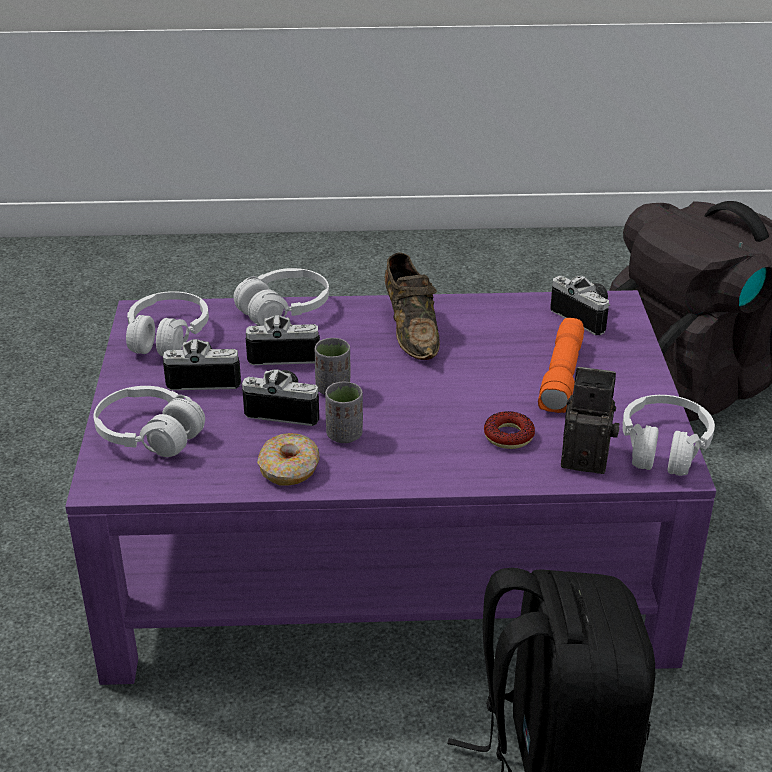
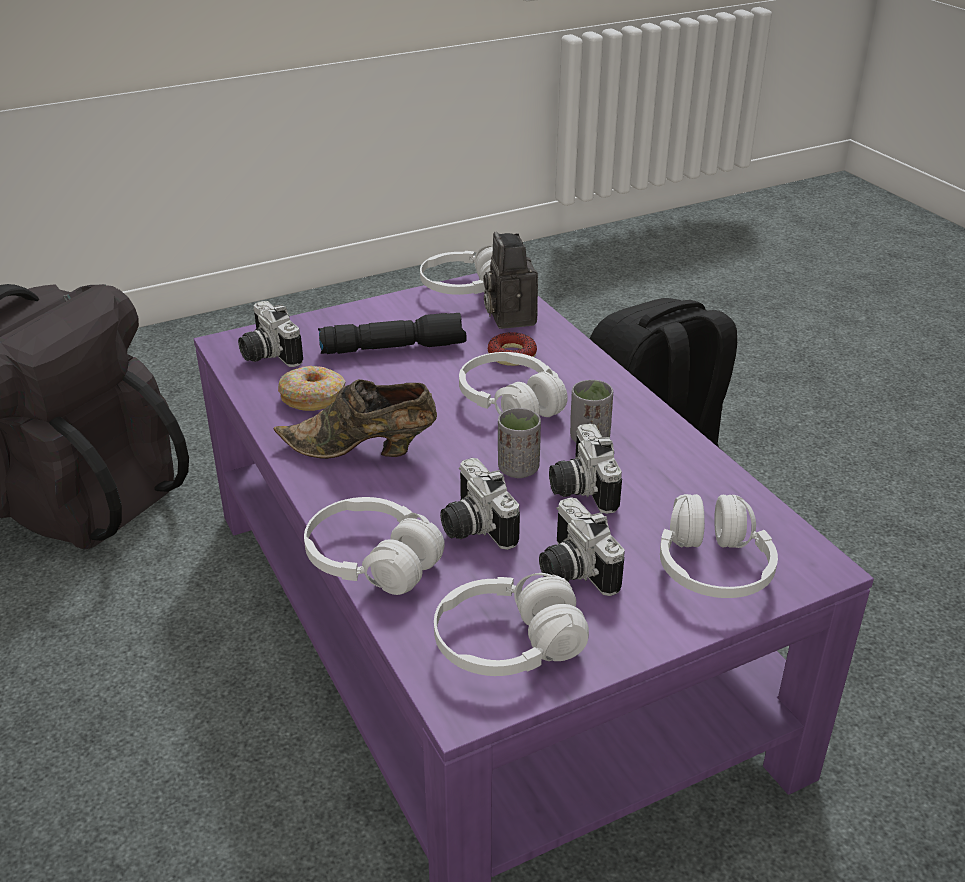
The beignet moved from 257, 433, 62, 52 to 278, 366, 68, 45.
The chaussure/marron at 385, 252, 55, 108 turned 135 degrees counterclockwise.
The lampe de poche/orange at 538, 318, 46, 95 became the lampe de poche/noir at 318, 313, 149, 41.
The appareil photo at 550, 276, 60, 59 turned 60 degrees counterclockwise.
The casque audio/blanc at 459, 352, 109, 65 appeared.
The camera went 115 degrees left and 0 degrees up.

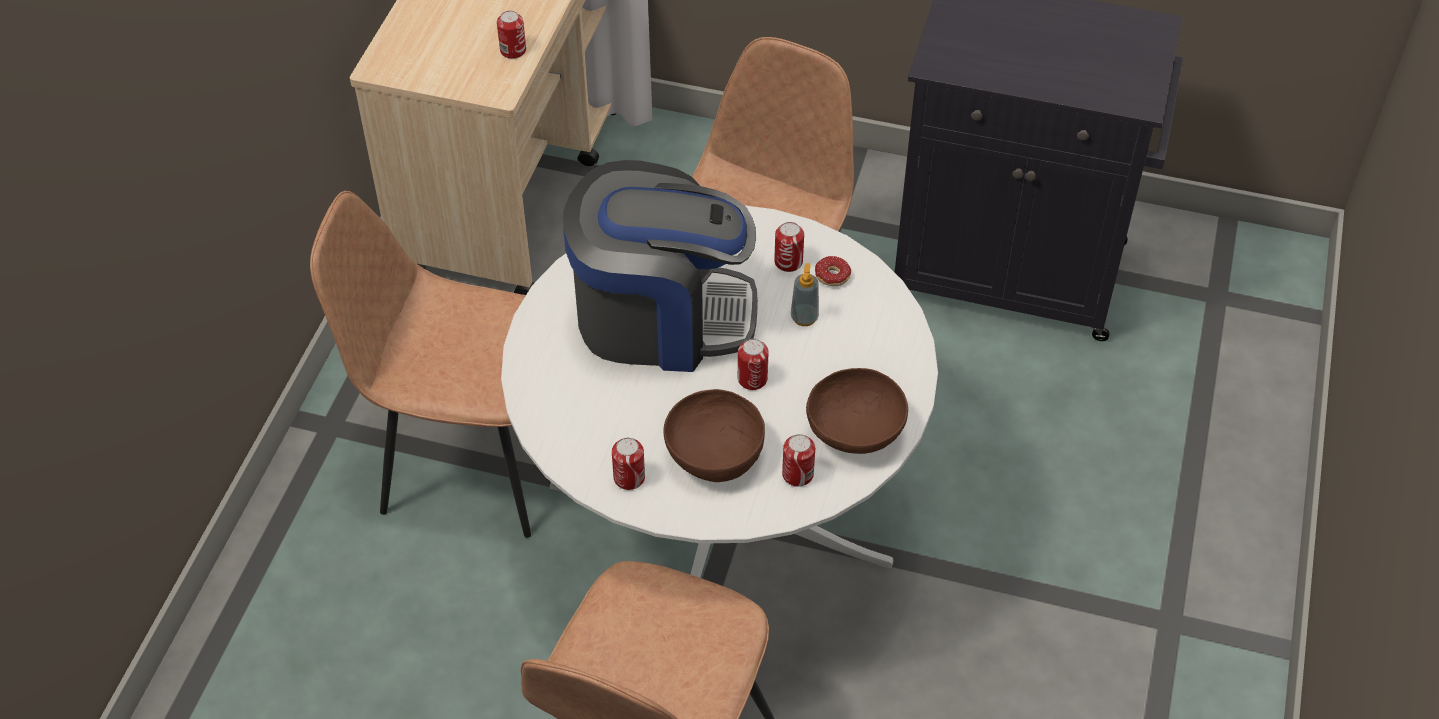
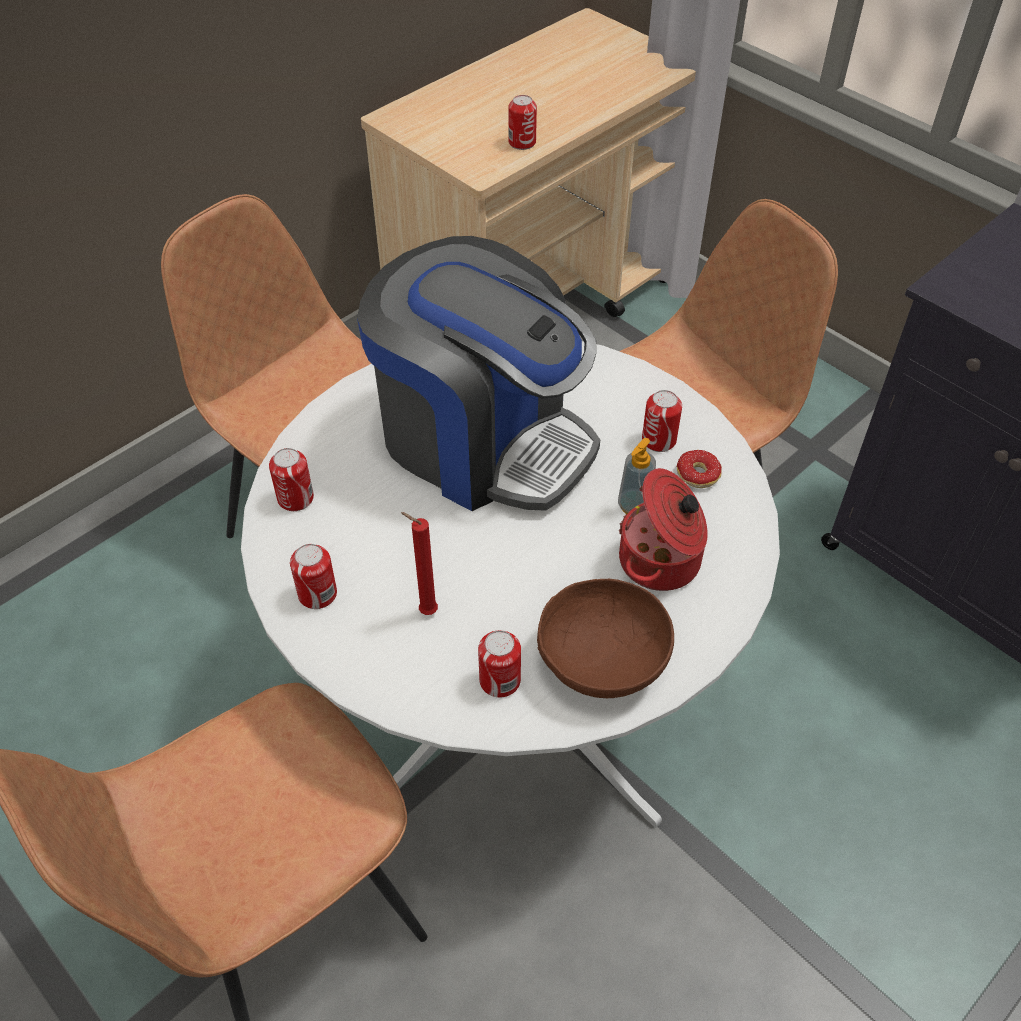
The bol/marron at 664, 389, 101, 93 was replaced by the bougie/rouge at 401, 512, 37, 103.
The boîte métallique moved from 738, 339, 31, 51 to 269, 448, 45, 63.
The marmite at 619, 468, 89, 123 appeared.
The camera went 30 degrees right and 0 degrees up.

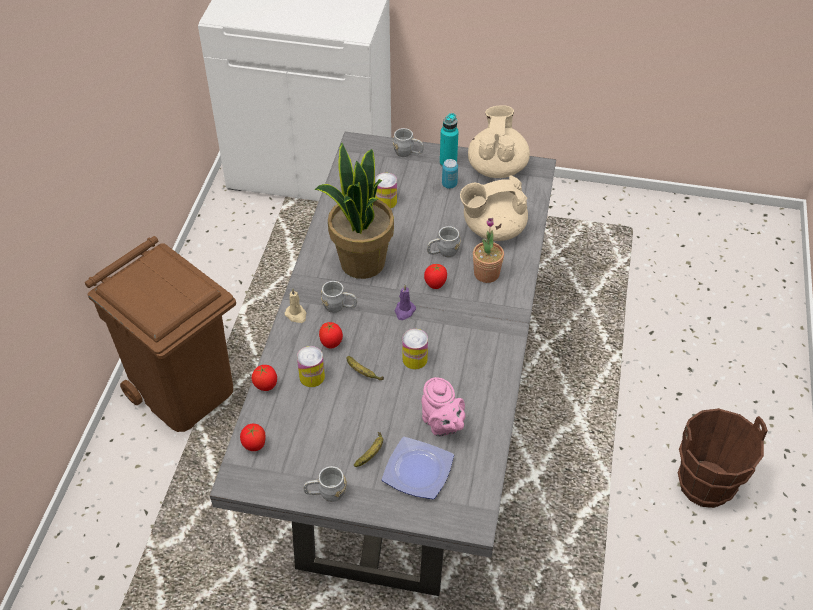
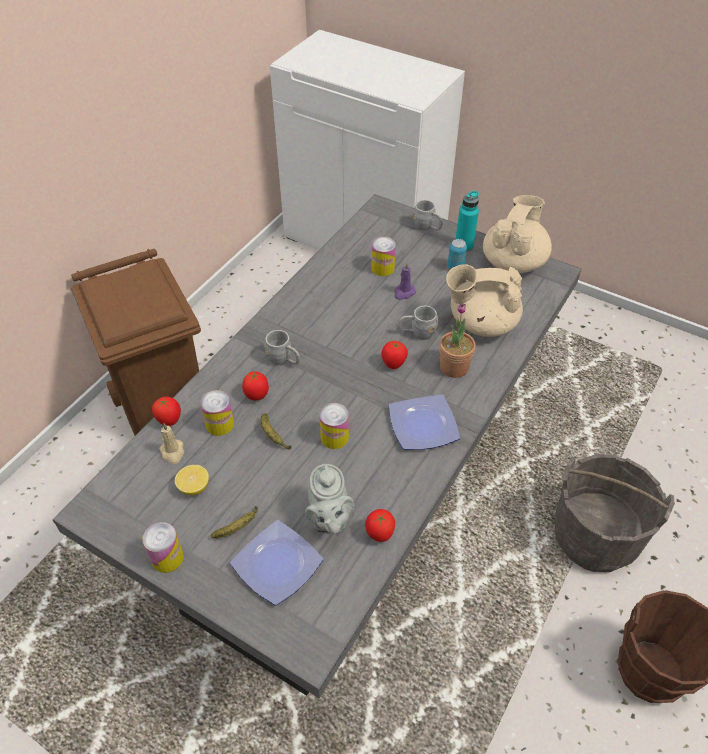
The tomate moved from 240, 424, 26, 27 to 365, 509, 30, 33.
The bougie/beige moved from 285, 288, 22, 35 to 159, 423, 25, 41.
The mug/gris at 303, 466, 44, 36 was replaced by the boîte métallique at 143, 522, 41, 51.
The plante en pot at 315, 143, 79, 136 disappeared.
The bougie/violet moved from 394, 285, 22, 35 to 394, 262, 22, 38.
The théière/rose at 422, 377, 43, 60 became the théière/gris at 305, 464, 49, 70.
The citron at 175, 465, 34, 30 appeared.
The assiette at 389, 394, 71, 56 appeared.
The seau/gris at 554, 454, 121, 118 appeared.
The camera went 20 degrees right and 0 degrees up.

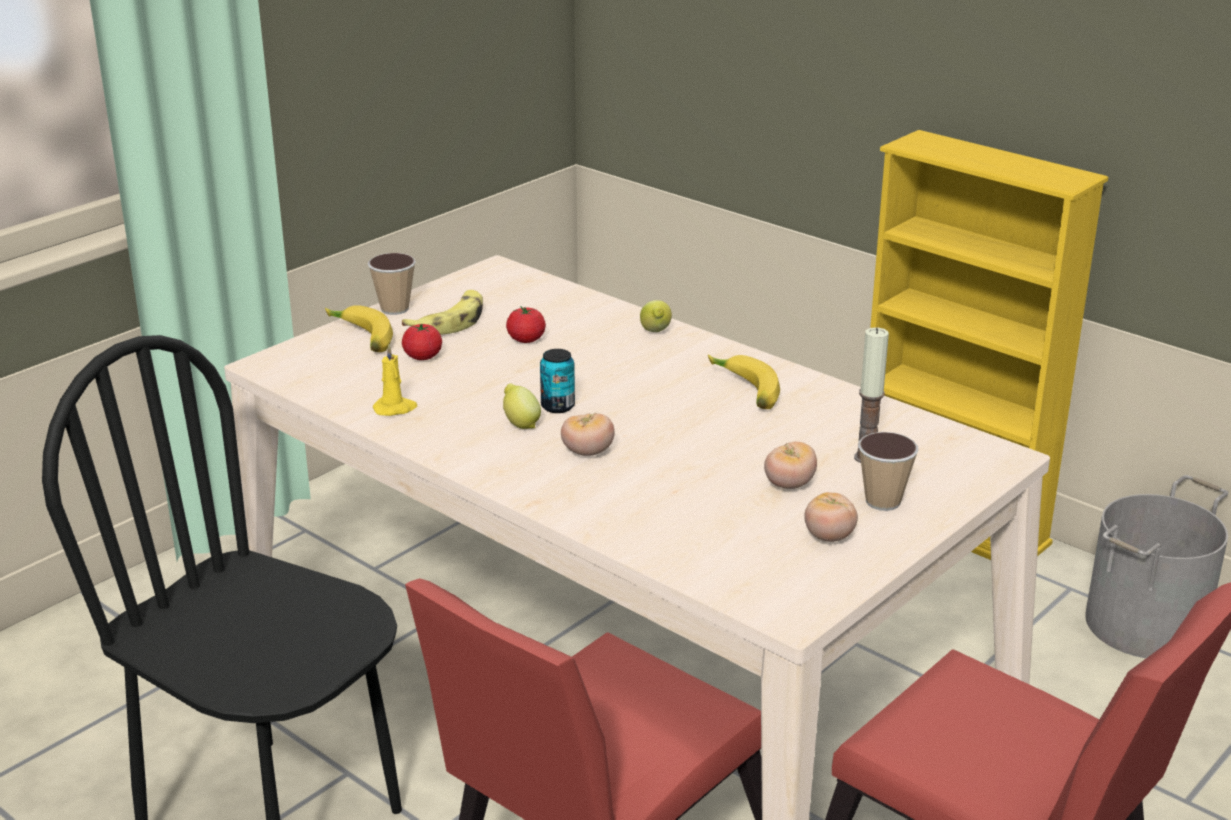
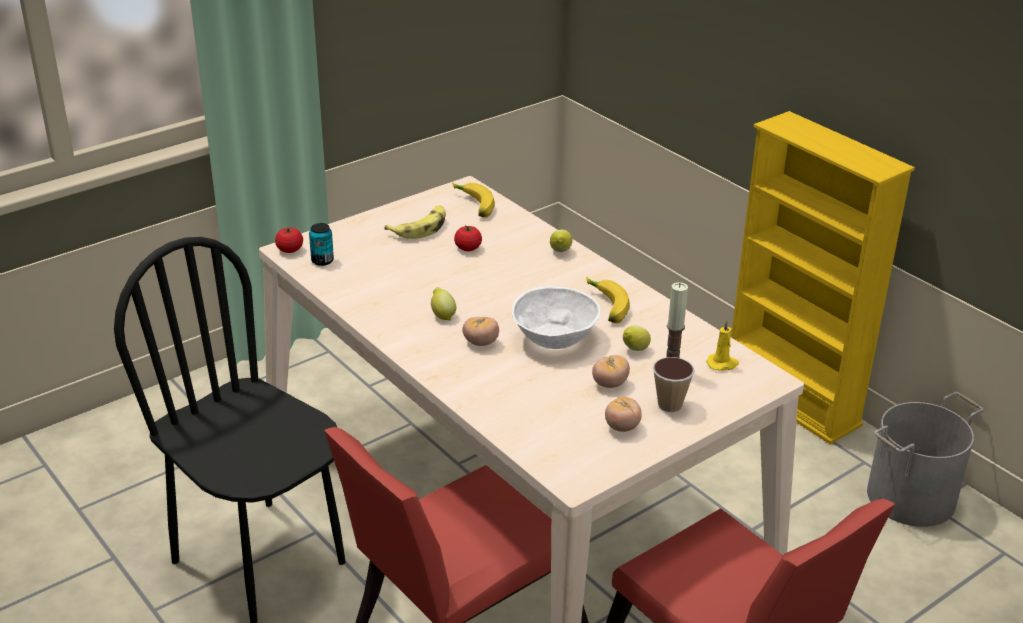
The banane moved from 325, 305, 68, 47 to 452, 182, 43, 36.
The tasse at 368, 253, 48, 62 disappeared.
The bougie/jaune moved from 373, 344, 44, 72 to 706, 320, 33, 51.
The tomate moved from 402, 323, 40, 37 to 275, 227, 28, 26.
The boîte métallique moved from 540, 349, 35, 64 to 309, 223, 25, 43.
The bol/blanc at 512, 286, 88, 63 appeared.
The citron at 623, 325, 28, 26 appeared.
The camera went 10 degrees right and 5 degrees up.

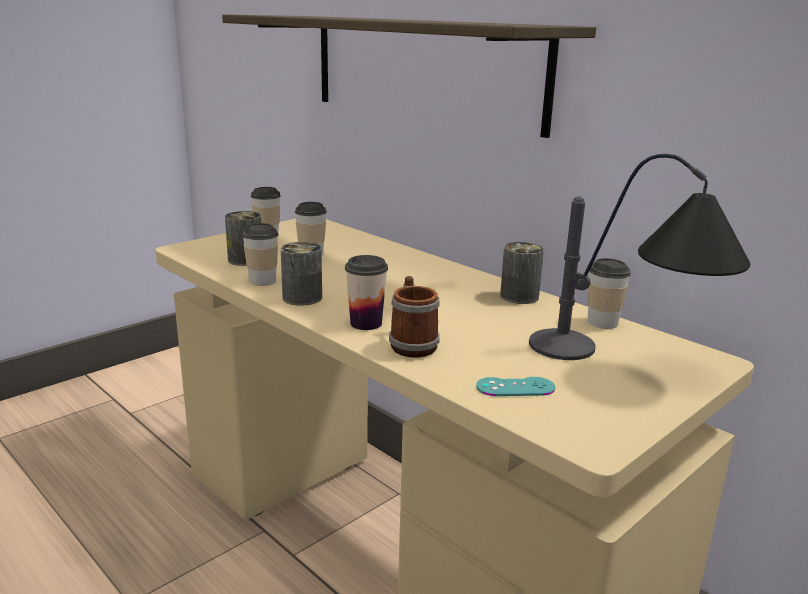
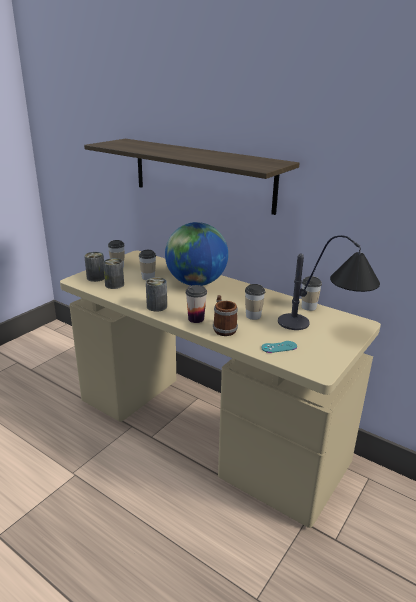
The tasse moved from 242, 223, 37, 63 to 245, 284, 20, 36.
The boîte métallique moved from 500, 242, 44, 62 to 84, 252, 20, 30.
The globe at 165, 222, 63, 64 appeared.
The camera went 10 degrees left and 5 degrees up.

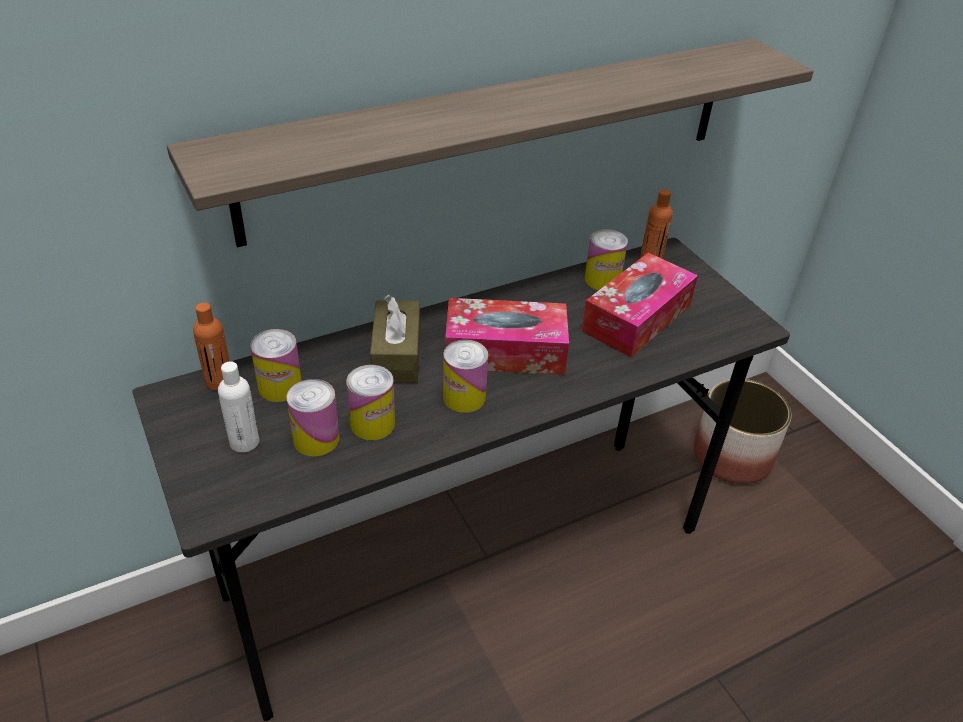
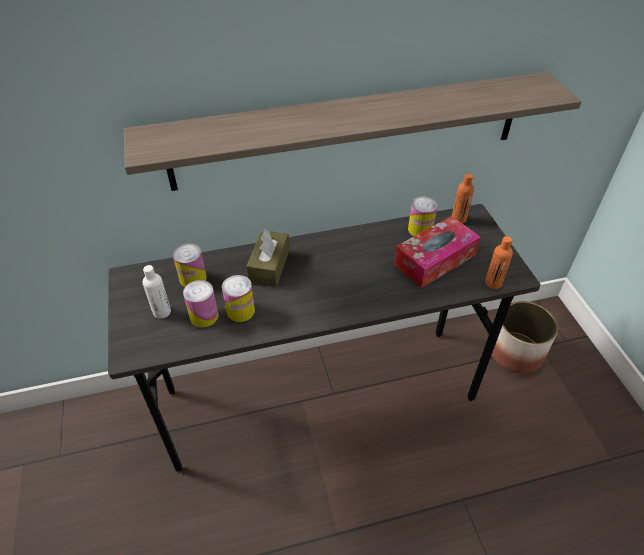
The bouteille/orange moved from 193, 303, 37, 88 to 485, 236, 28, 53.
The boîte métallique at 443, 340, 45, 73 disappeared.
The boîte à mouchoirs at 445, 298, 124, 77 disappeared.
The camera went 15 degrees right and 5 degrees up.

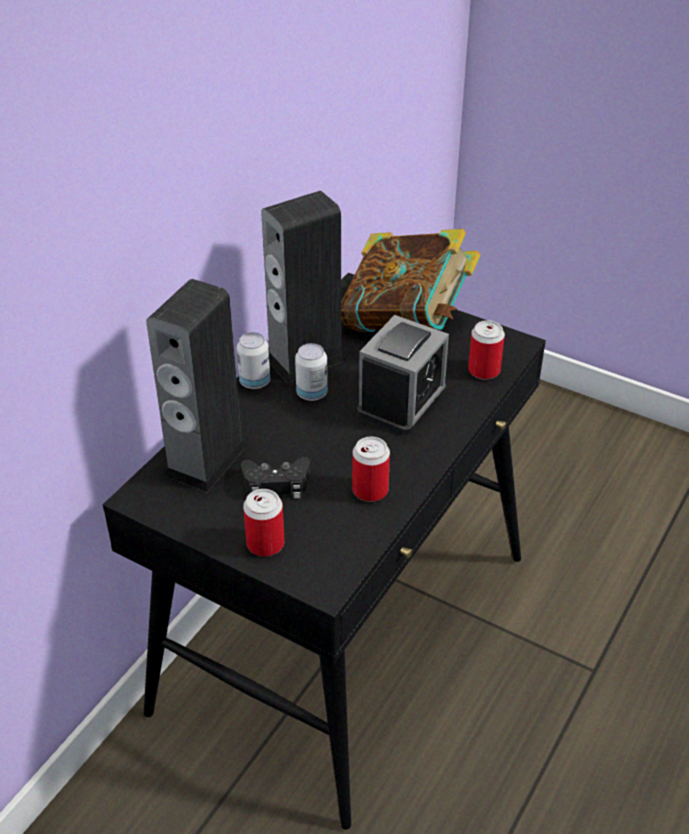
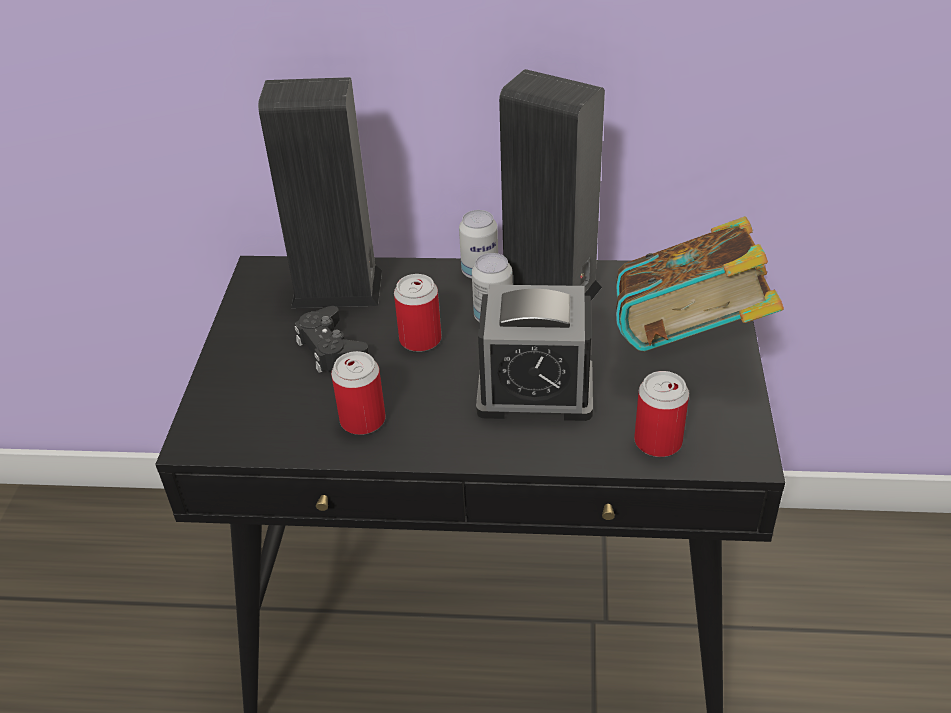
The boîte métallique moved from 243, 489, 42, 68 to 394, 274, 47, 78.
The camera went 65 degrees right and 0 degrees up.

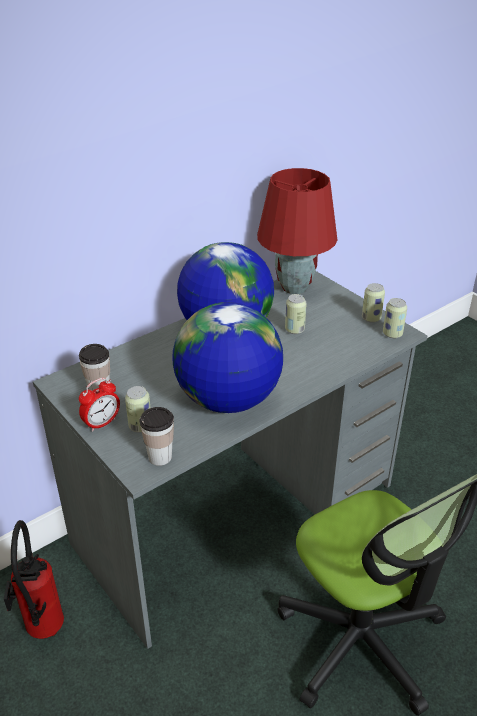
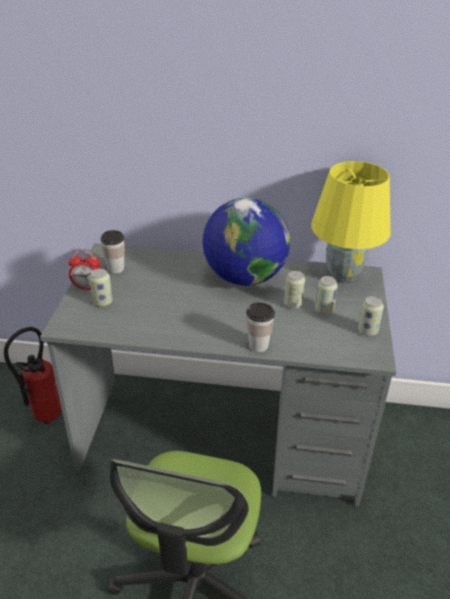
The tasse moved from 139, 407, 35, 59 to 246, 302, 29, 50.
The globe at 172, 302, 111, 111 disappeared.
The lampe de table/rouge at 257, 168, 80, 126 became the lampe de table/jaune at 311, 161, 80, 122.
The boîte métallique moved from 383, 298, 24, 40 to 315, 276, 23, 38.
The camera went 45 degrees right and 0 degrees up.

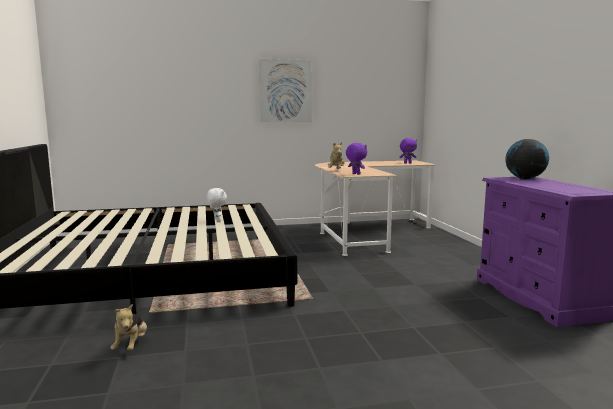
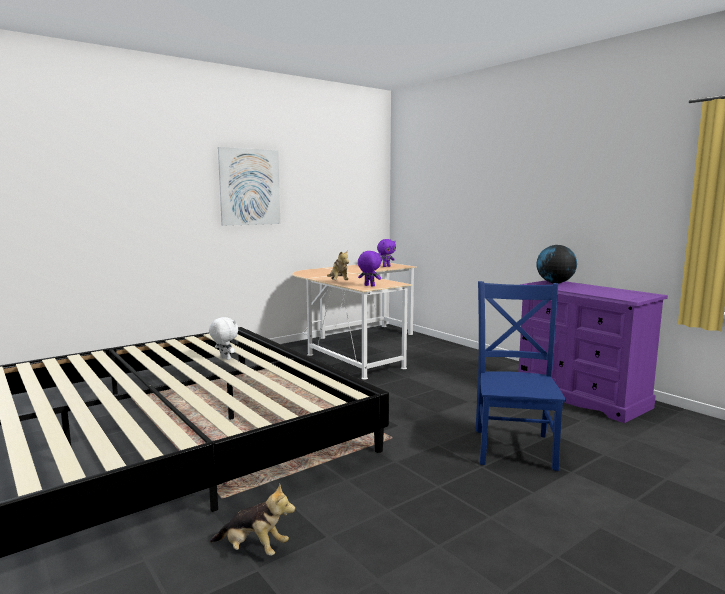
The peluche at 111, 304, 36, 47 turned 45 degrees counterclockwise.
The chaise/bleu at 475, 281, 91, 190 appeared.
The camera went 25 degrees left and 0 degrees up.

